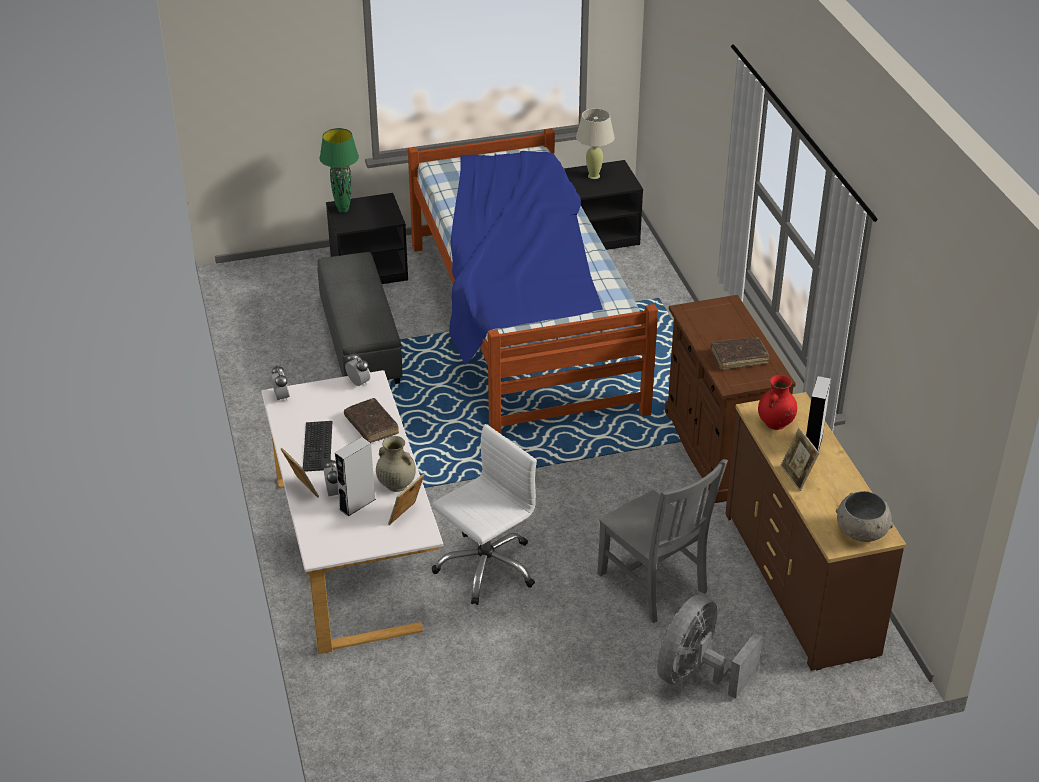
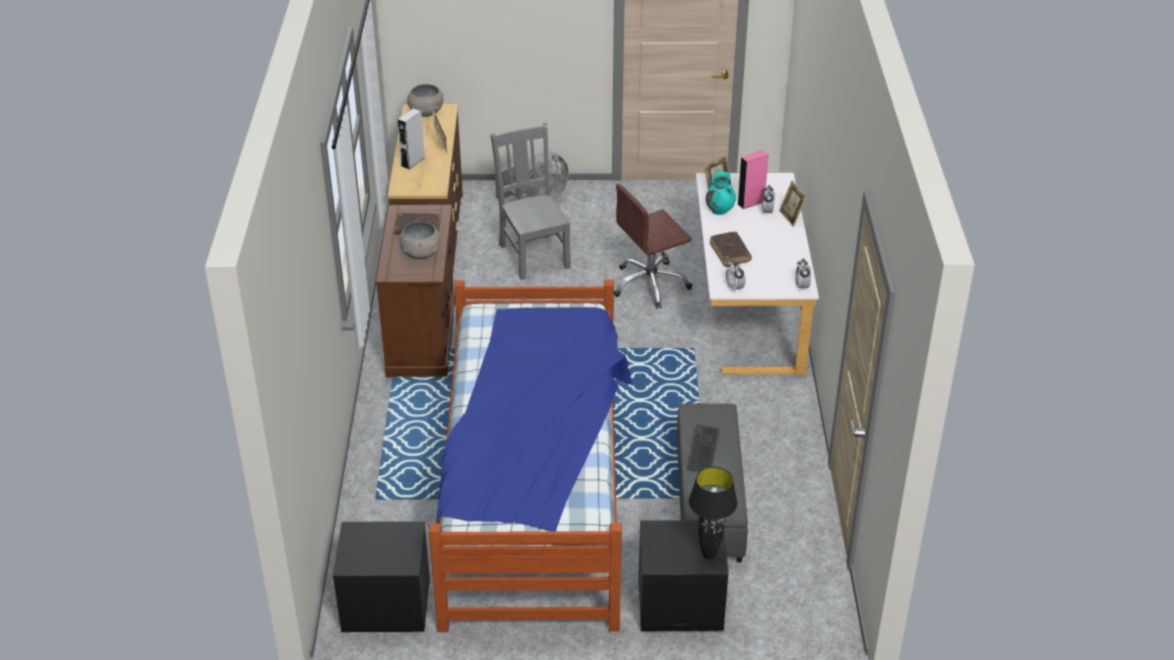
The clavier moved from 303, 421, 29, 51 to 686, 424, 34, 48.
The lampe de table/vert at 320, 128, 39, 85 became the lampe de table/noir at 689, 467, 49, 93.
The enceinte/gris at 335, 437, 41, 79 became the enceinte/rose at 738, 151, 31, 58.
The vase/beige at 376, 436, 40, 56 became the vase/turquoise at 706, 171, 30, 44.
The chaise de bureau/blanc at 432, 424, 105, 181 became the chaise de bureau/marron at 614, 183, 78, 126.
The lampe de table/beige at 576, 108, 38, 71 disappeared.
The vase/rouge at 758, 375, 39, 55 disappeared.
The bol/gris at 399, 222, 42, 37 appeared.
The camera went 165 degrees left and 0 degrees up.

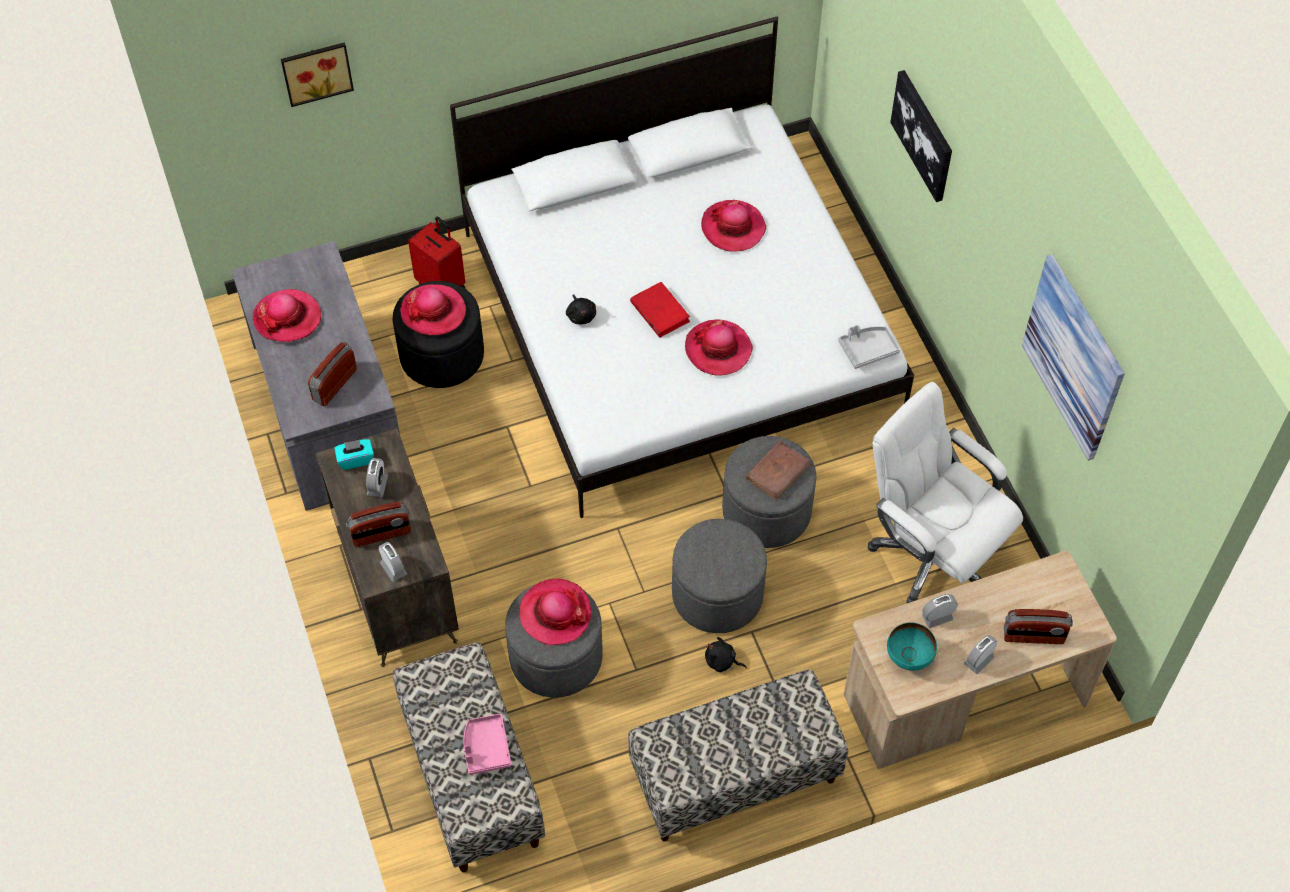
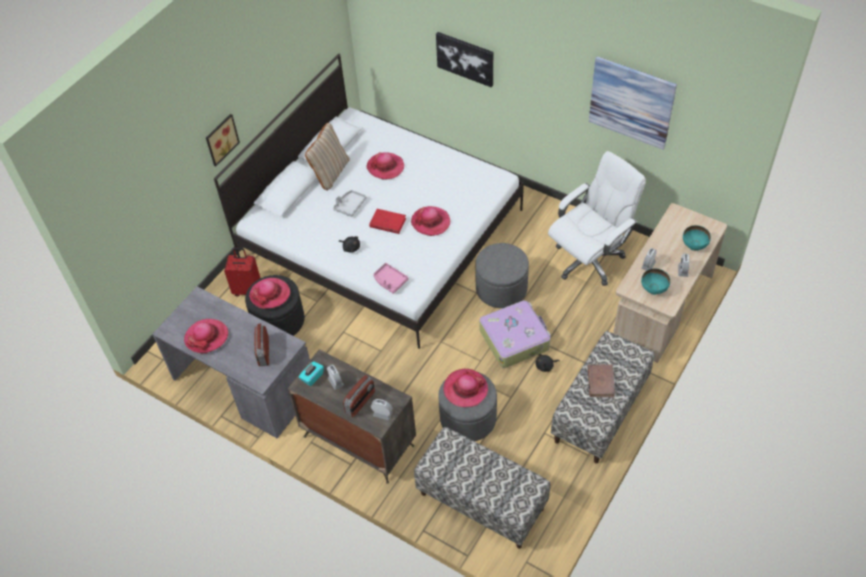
The tableau moved from 281, 42, 73, 65 to 206, 114, 34, 52.
The plateau/rose moved from 463, 714, 49, 61 to 373, 263, 36, 31.
The pouf/gris at 672, 519, 95, 114 was replaced by the valise at 479, 300, 72, 68.
The livre/marron moved from 746, 440, 64, 60 to 587, 364, 28, 33.
The plateau/gris moved from 838, 325, 62, 44 to 333, 190, 34, 27.
The chaise de bureau/blanc at 868, 382, 155, 221 turned 135 degrees clockwise.
The radio at 1004, 609, 69, 35 was replaced by the bol/turquoise at 683, 225, 28, 26.
The coussin/beige at 305, 123, 45, 68 appeared.
The camera went 35 degrees left and 5 degrees down.

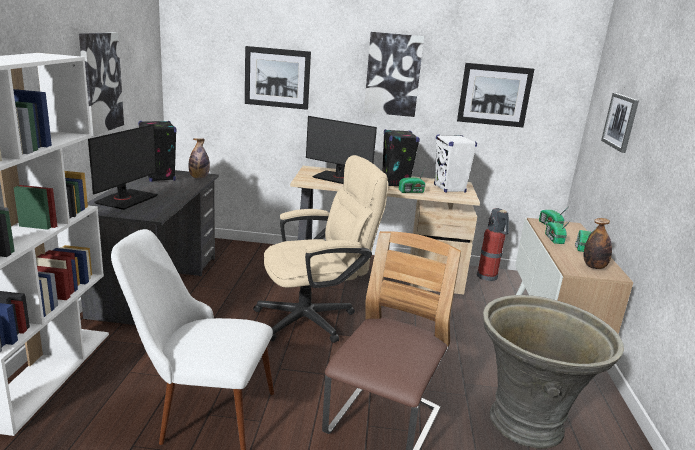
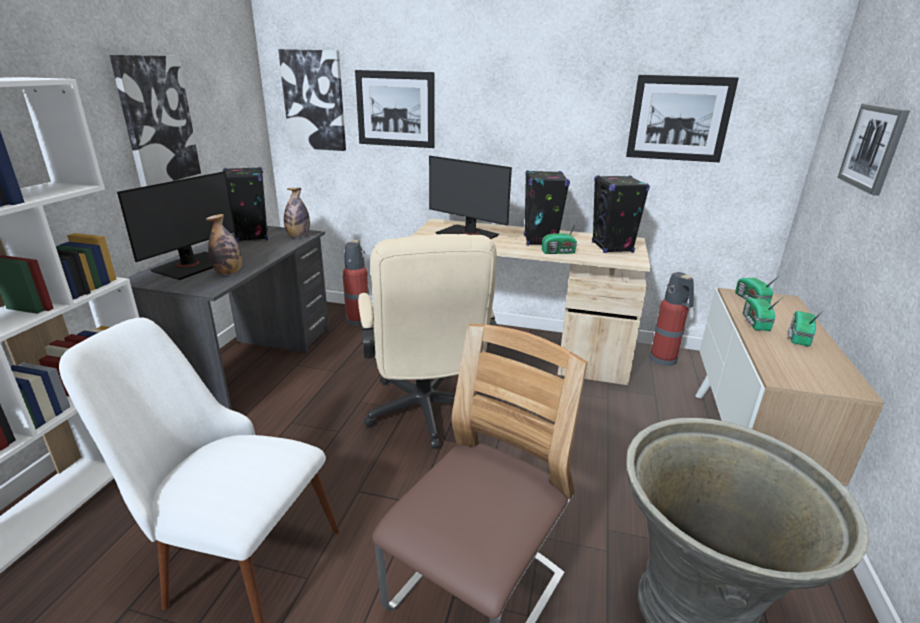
The chaise de bureau/beige at 253, 155, 135, 188 turned 90 degrees clockwise.
The tableau moved from 364, 32, 60, 85 to 278, 49, 68, 102.
The enceinte/blanc at 434, 135, 43, 58 became the enceinte/noir at 592, 175, 58, 78.
The bouteille moved from 584, 218, 28, 51 to 206, 214, 36, 61.
The extincteur at 343, 240, 26, 86 appeared.
The camera went 10 degrees right and 5 degrees up.

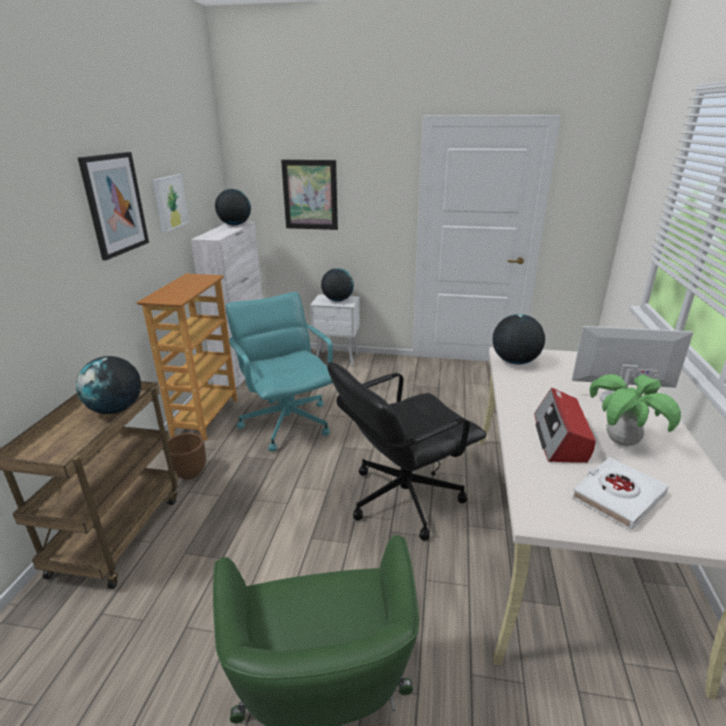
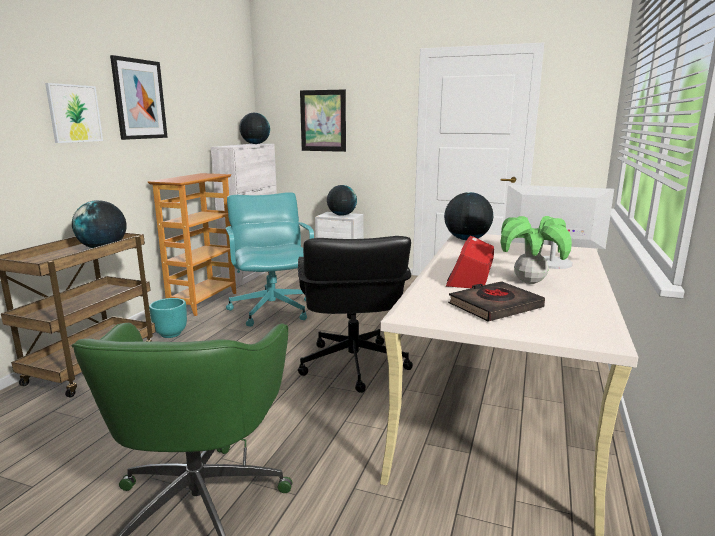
The tableau moved from 153, 174, 36, 58 to 45, 83, 58, 60.
The cache-pot/marron at 164, 433, 42, 46 became the cache-pot/turquoise at 149, 298, 38, 40.
The chaise de bureau/noir at 327, 362, 159, 179 turned 75 degrees counterclockwise.
The livre/blanc at 571, 457, 97, 73 became the livre/noir at 448, 281, 97, 41.
The camera went 10 degrees right and 10 degrees down.

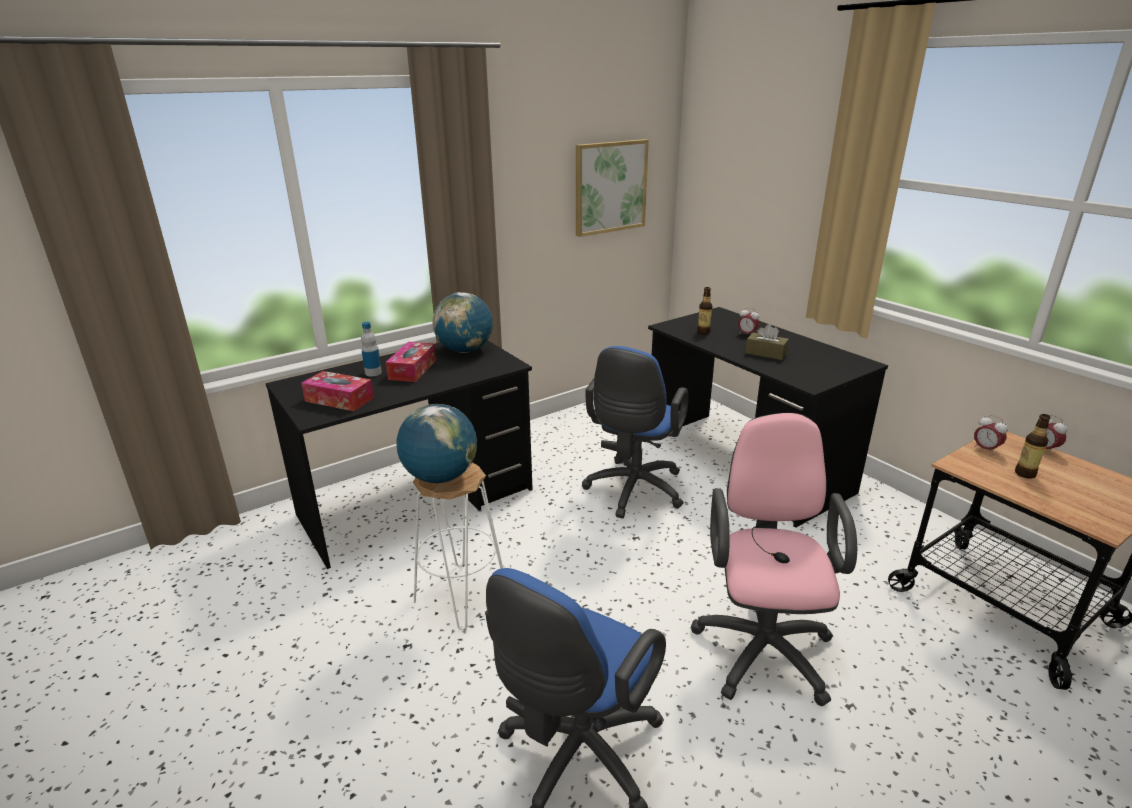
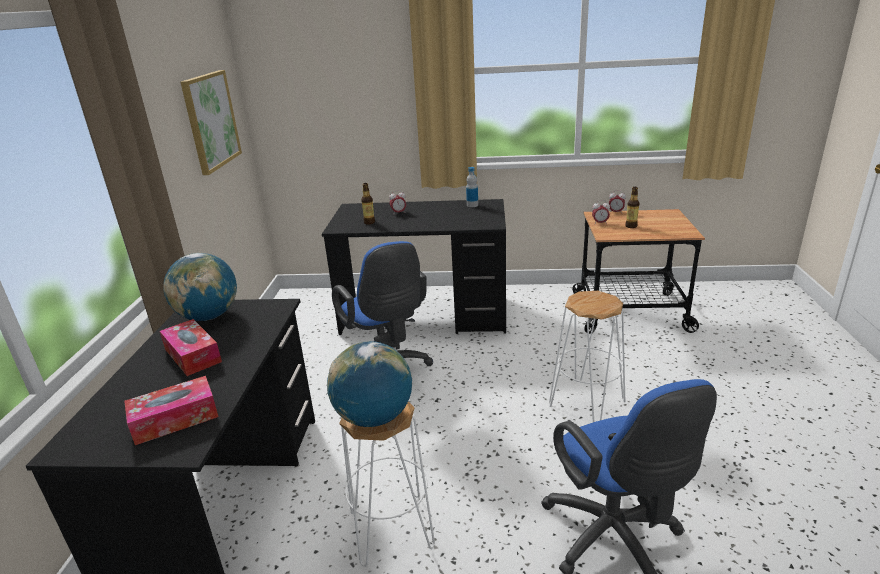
The bouteille moved from 361, 322, 21, 54 to 466, 167, 12, 40.
The chaise de bureau/rose at 690, 413, 167, 293 was replaced by the tabouret/blanc at 549, 291, 77, 131.
The boîte à mouchoirs/marron at 745, 324, 44, 36 disappeared.
The camera went 50 degrees left and 0 degrees up.

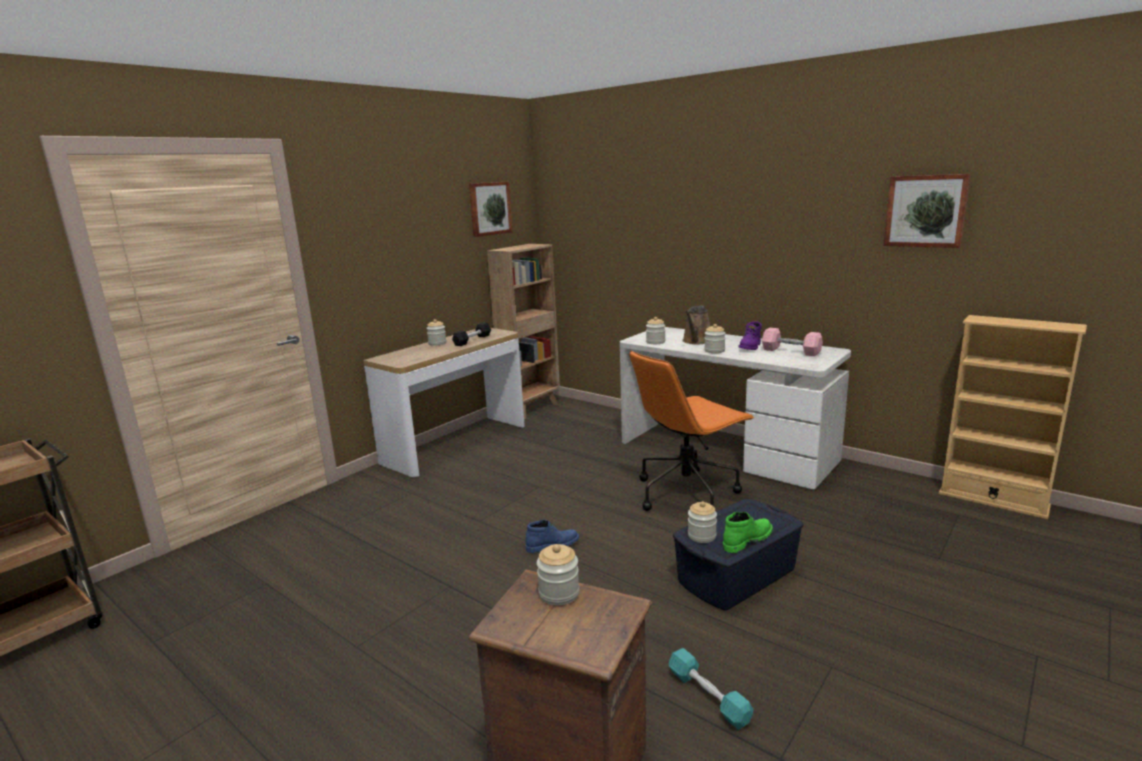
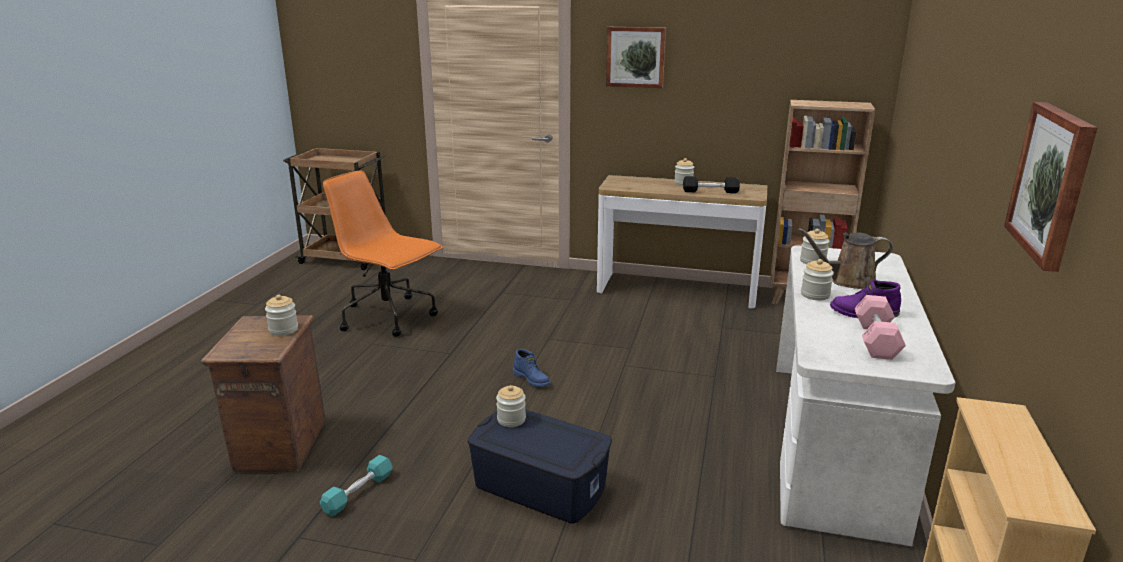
The tableau moved from 469, 182, 43, 55 to 606, 27, 60, 61.
The chaise de bureau/orange moved from 629, 351, 126, 160 to 323, 171, 120, 166.
The botte/vert at 723, 512, 50, 41 disappeared.
The camera went 65 degrees right and 5 degrees up.

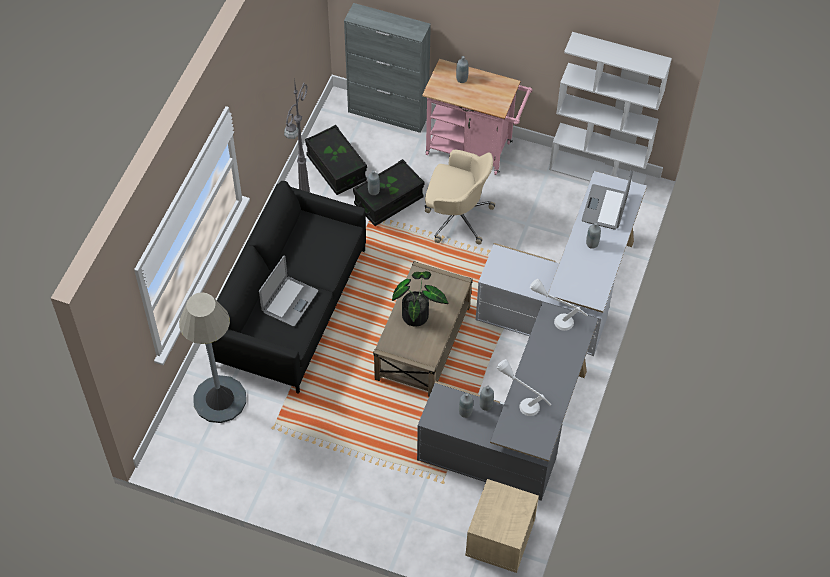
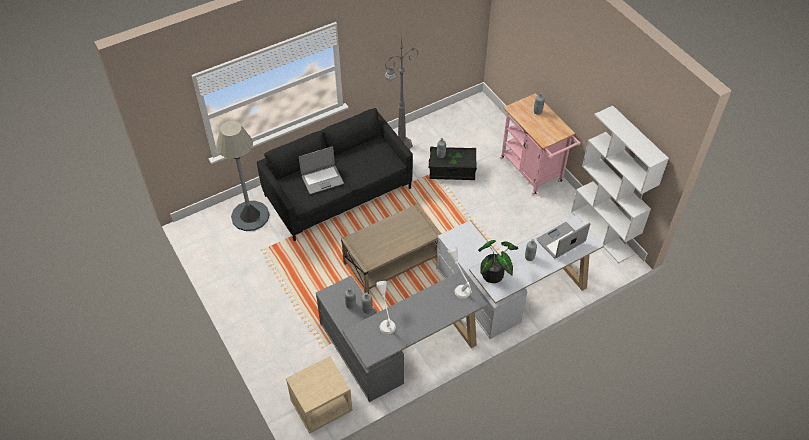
The boîte de rangement/noir at 305, 125, 62, 70 disappeared.
The meuble de rangement/gris at 344, 3, 87, 130 disappeared.
The plante en pot moved from 392, 271, 57, 56 to 478, 240, 40, 43.
The chaise de bureau/beige at 425, 150, 70, 94 disappeared.
The camera went 40 degrees right and 5 degrees down.

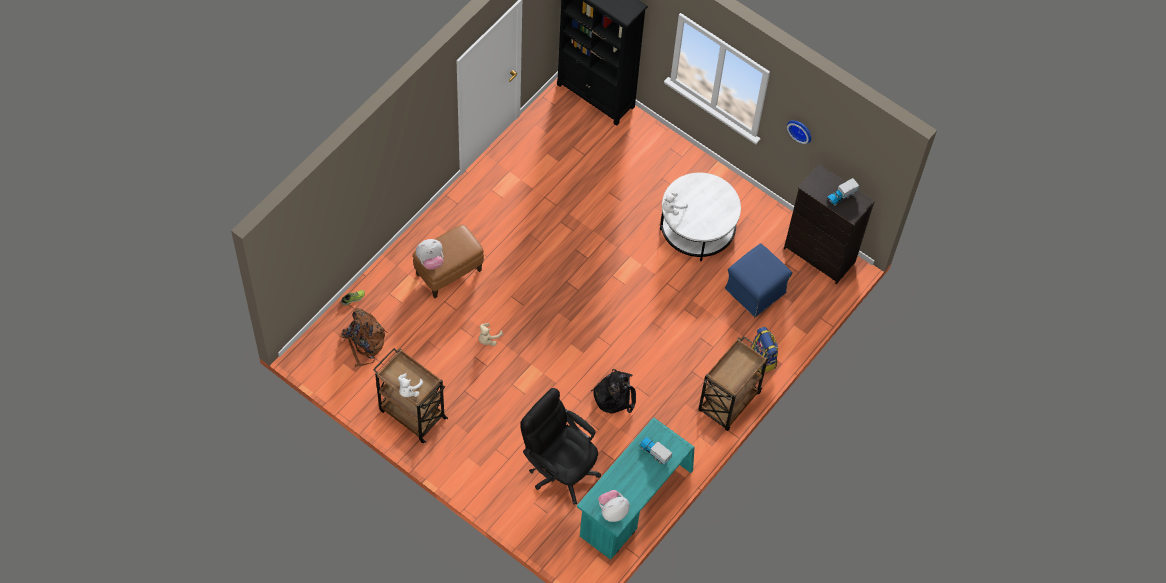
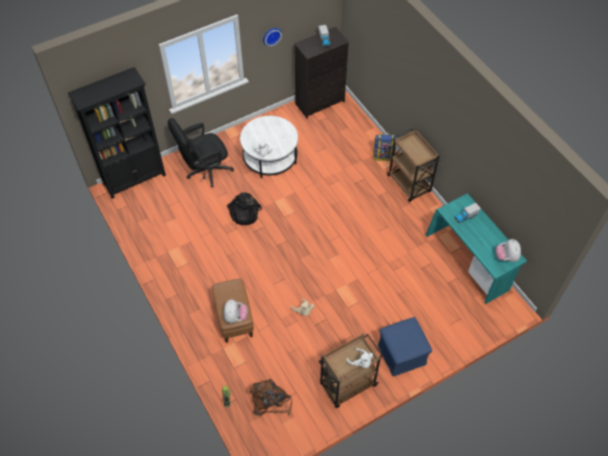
The chaise de bureau/noir moved from 520, 388, 81, 117 to 168, 118, 66, 69.
The sac à dos/noir moved from 591, 369, 45, 44 to 227, 192, 35, 33.
The pouf/bleu moved from 725, 243, 67, 74 to 378, 317, 54, 60.
The camera went 65 degrees left and 5 degrees down.

